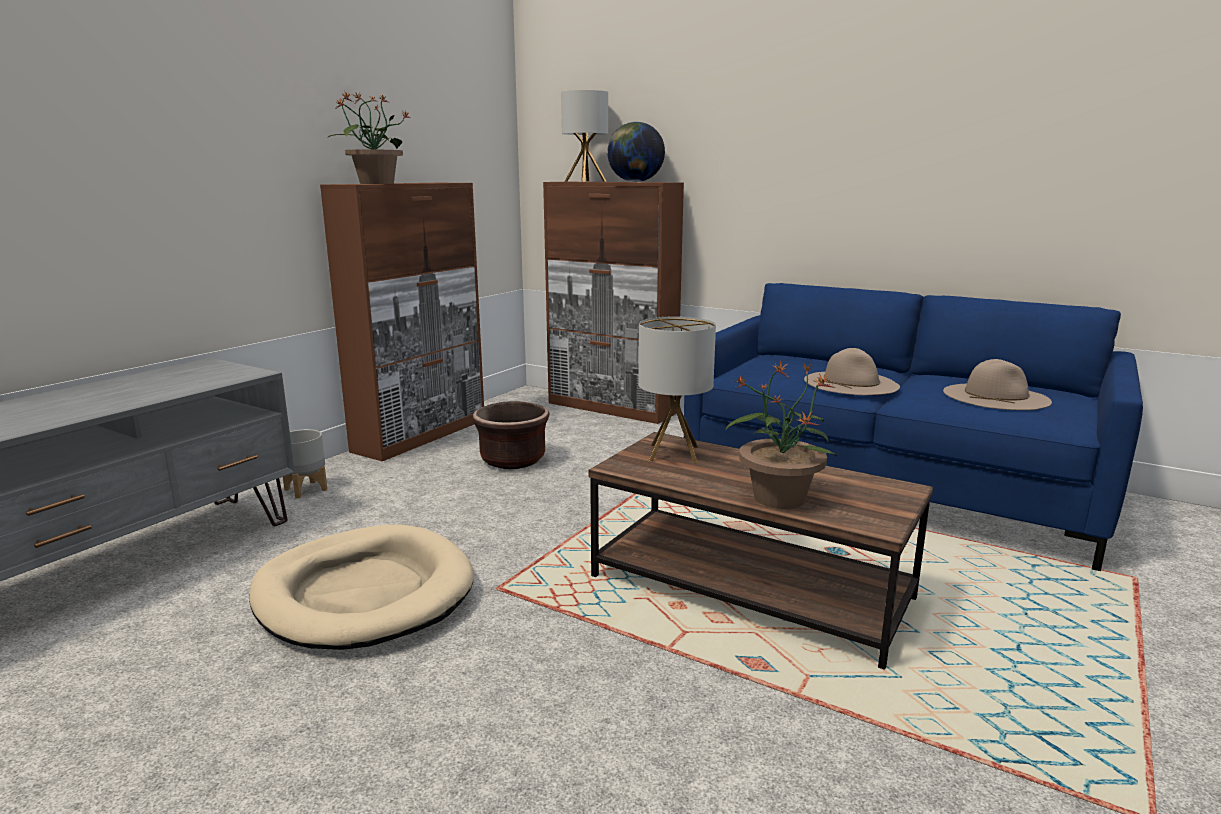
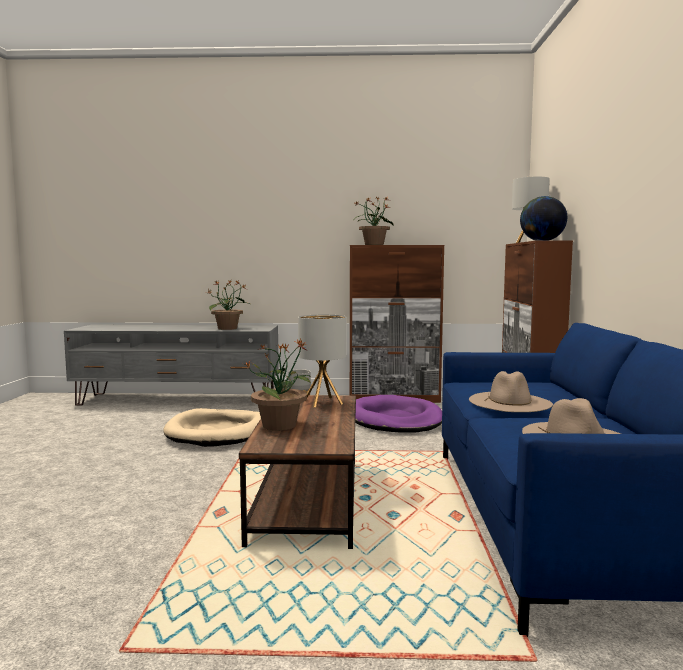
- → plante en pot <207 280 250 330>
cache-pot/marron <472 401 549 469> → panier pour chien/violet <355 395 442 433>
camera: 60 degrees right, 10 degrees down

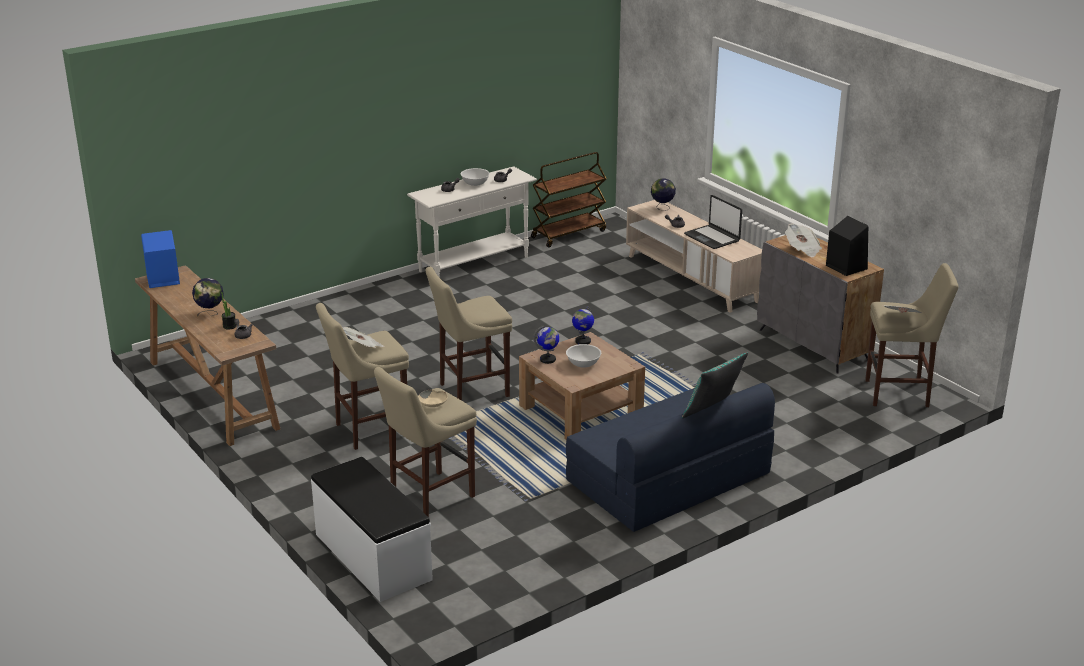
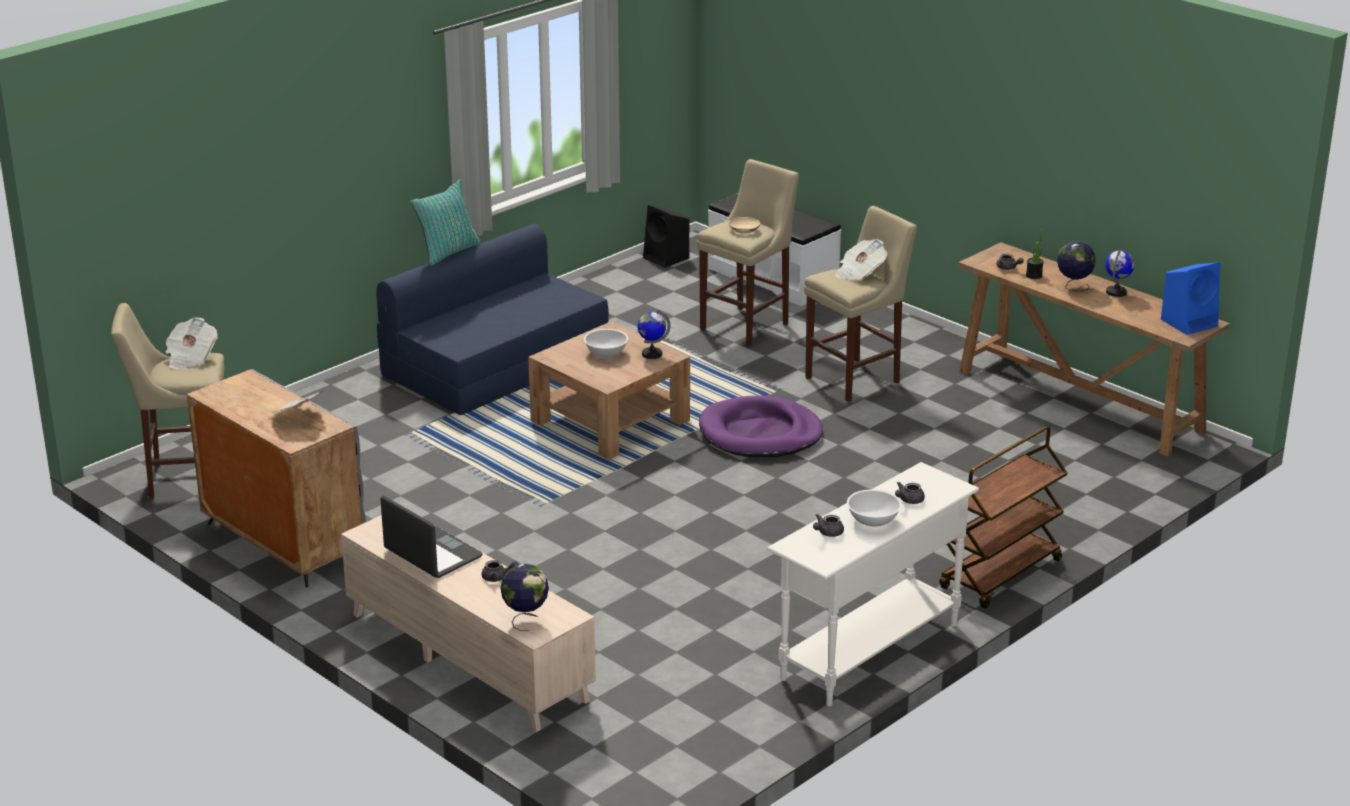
chariot/marron <531 152 607 247> → chariot/marron <940 426 1068 609>, shifted
globe <572 306 594 344> → globe <1105 250 1134 297>, shifted
enceinte/noir <826 216 868 276> → enceinte/noir <643 205 689 268>, shifted
tabouret/beige <426 267 512 401> → panier pour chien/violet <699 395 823 457>
camera: 170 degrees right, 0 degrees up

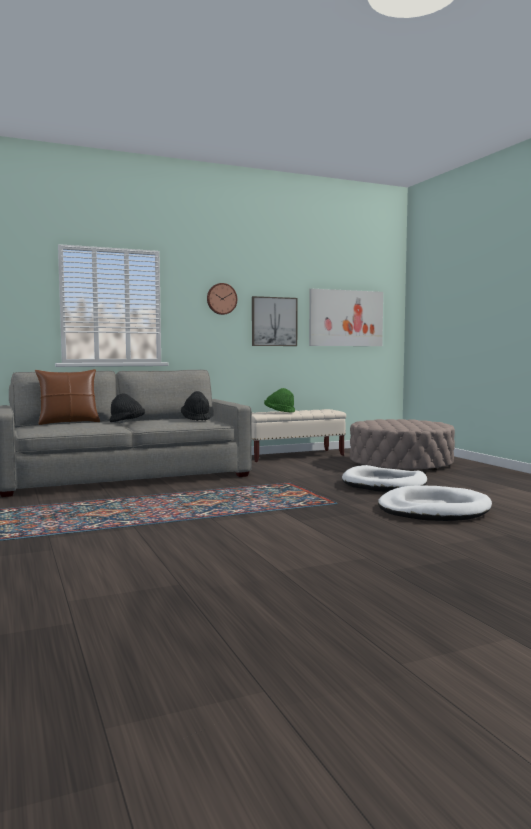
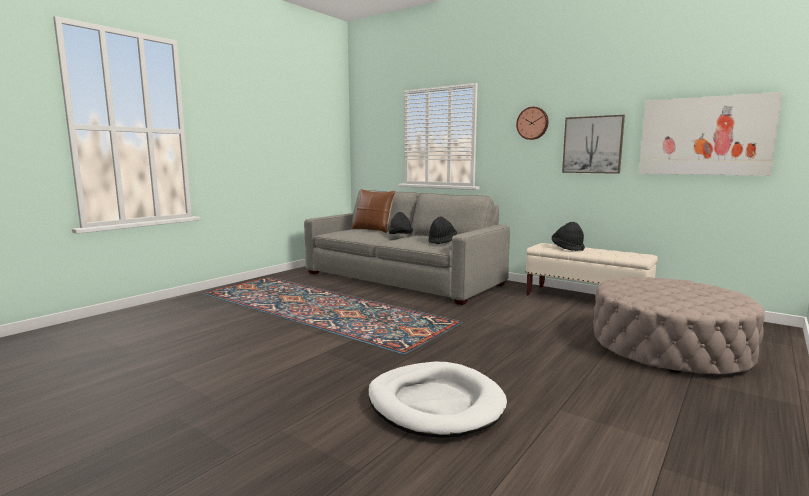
panier pour chien/blanc <342 465 427 492> → -
chapeau/vert <264 388 295 413> → chapeau/noir <552 222 585 251>
camera: 60 degrees right, 5 degrees up

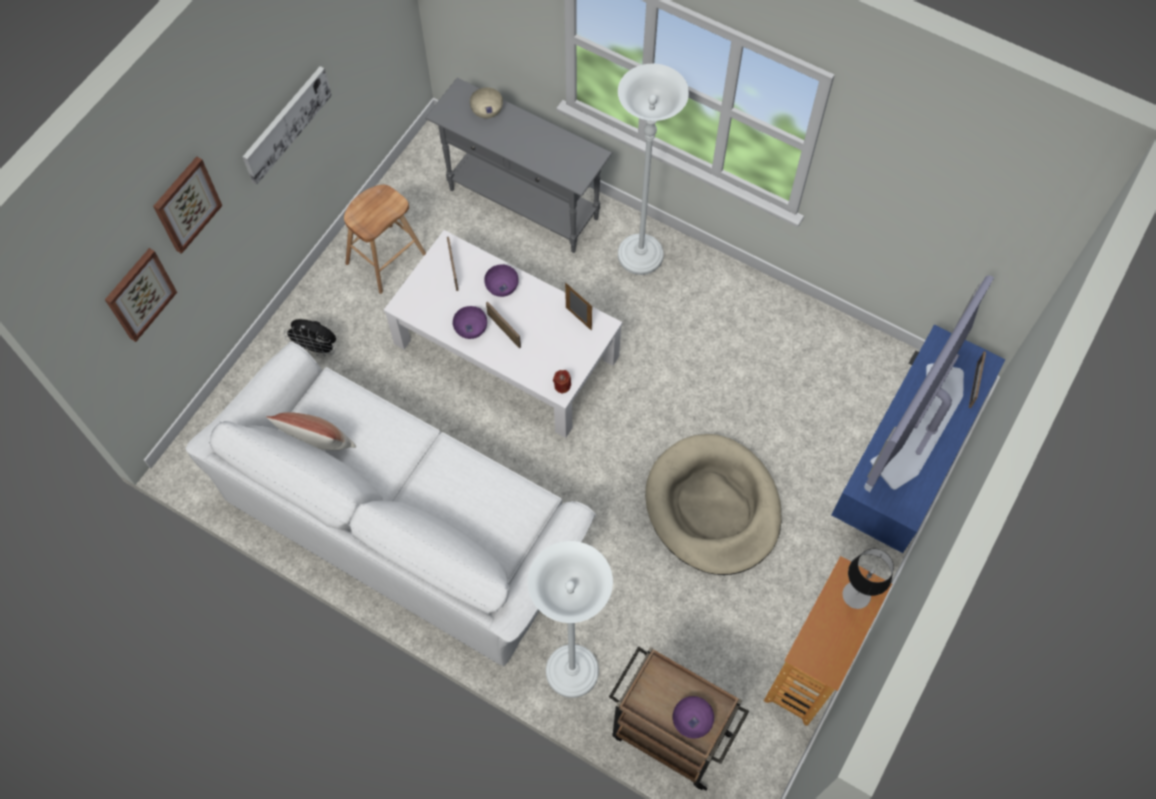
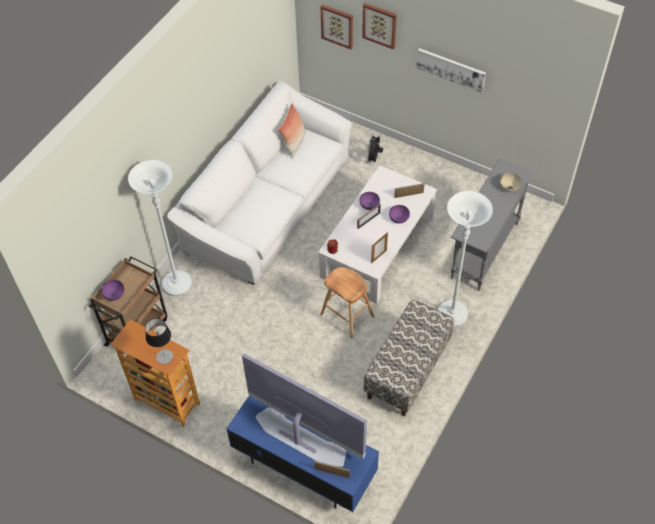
panier pour chien/beige <645 434 782 575> → -
- → banc <364 299 454 416>
tabouret/marron <344 185 426 294> → tabouret/marron <320 267 374 338>, shifted
camera: 90 degrees right, 10 degrees down

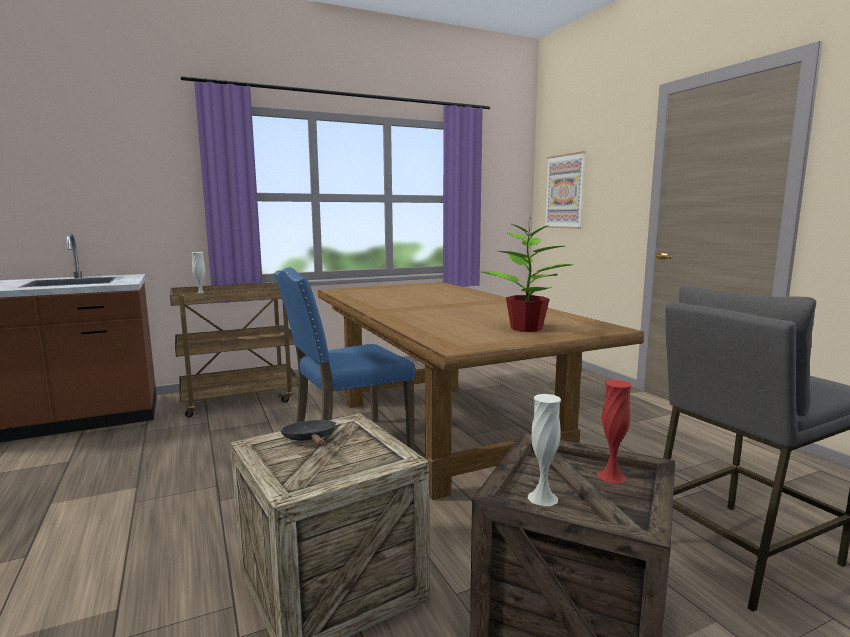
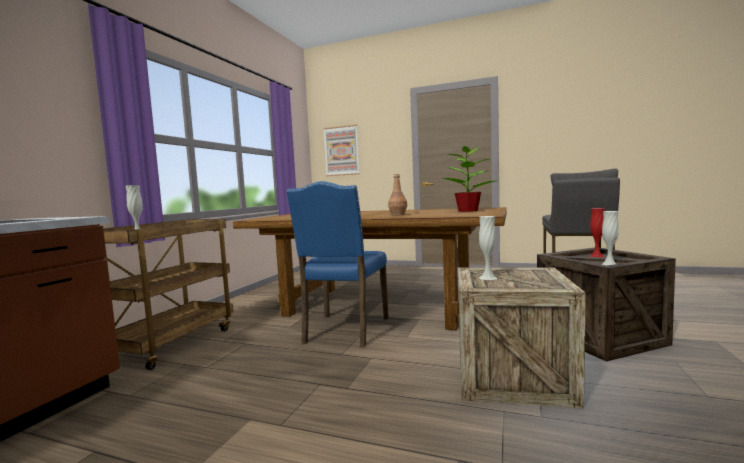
- → bouteille/marron <388 174 407 215>
poêle/noir <281 420 336 446> → vase/blanc <479 216 497 280>
camera: 45 degrees left, 5 degrees down

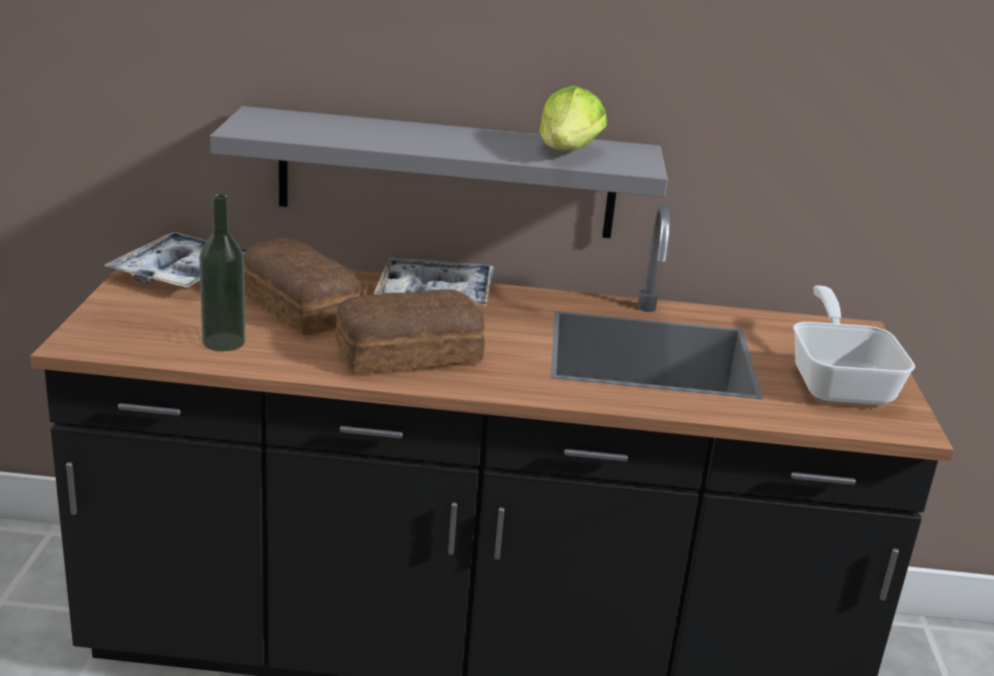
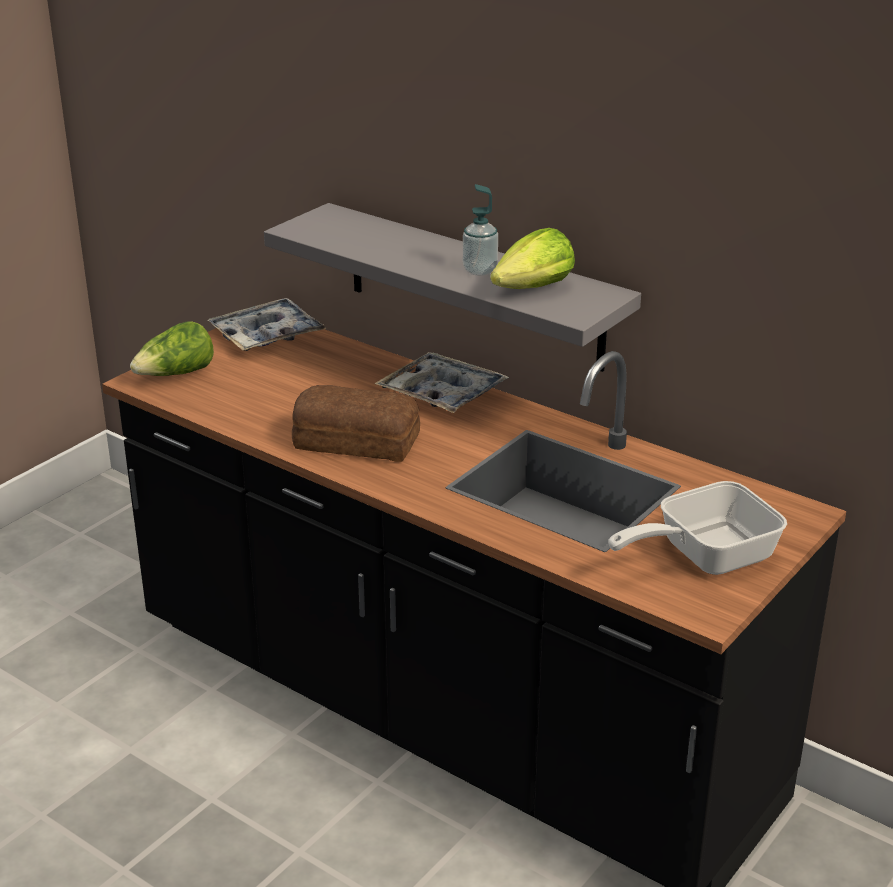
bouteille <199 194 245 351> → -
pain <243 238 361 335> → -
- → laitue <130 321 214 376>
- → distributeur de savon <463 184 498 276>
poêle <793 286 915 405> → poêle <609 481 787 575>, 150 degrees counterclockwise
camera: 35 degrees right, 5 degrees up

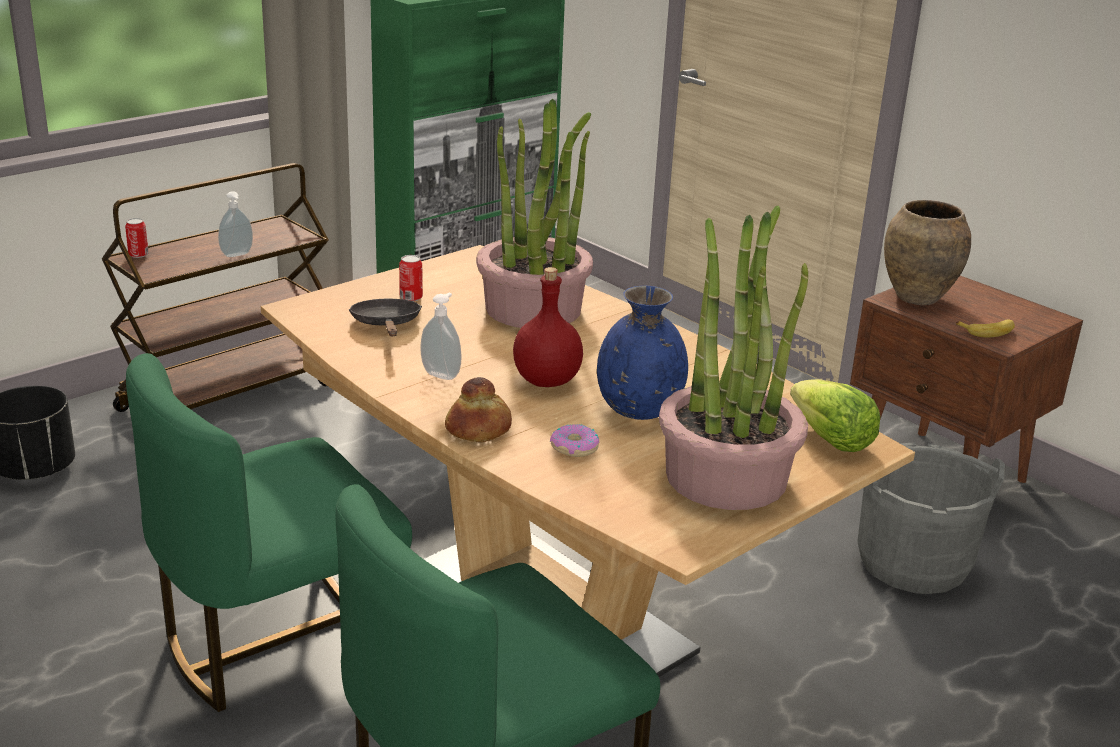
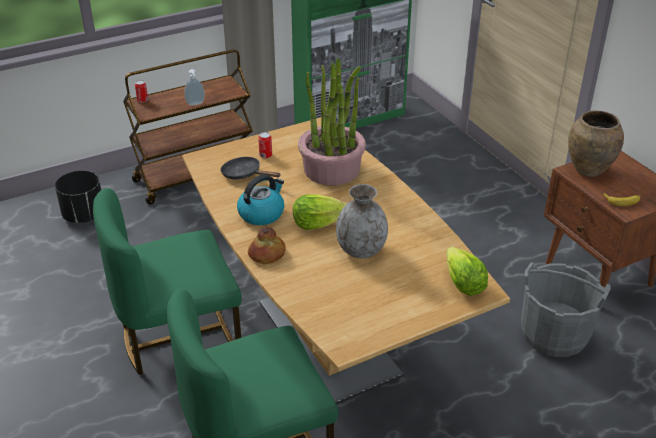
beignet <550 424 599 457> → -
plante en pot <659 205 808 510> → -
distributeur de savon <420 293 462 380> → bouilloire <237 174 284 225>
bouteille/rouge <513 267 583 387> → laitue <293 194 346 230>
vase/bleu <597 286 688 420> → vase/gris <336 184 388 258>
poêle/noir <349 299 422 336> → poêle/noir <221 157 281 180>, 60 degrees counterclockwise
camera: 15 degrees right, 10 degrees up

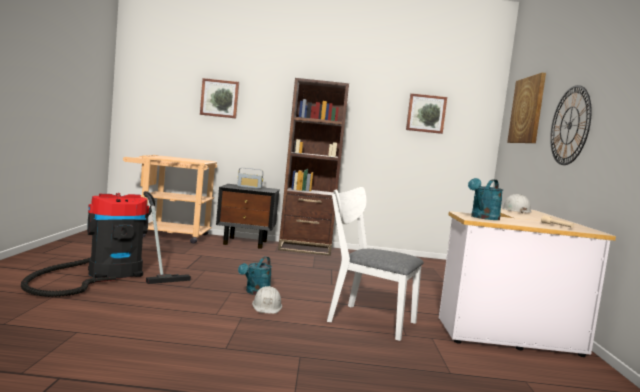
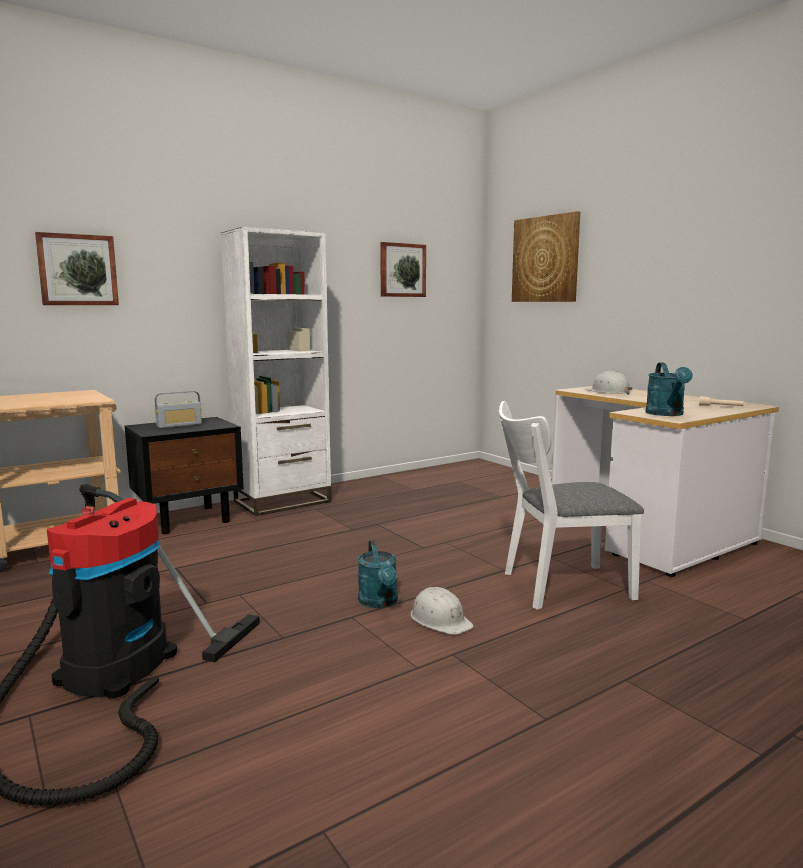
horloge murale <550 85 592 165> → -
bibliothèque/marron <278 78 349 256> → bibliothèque/blanc <220 227 332 516>
camera: 35 degrees left, 5 degrees up

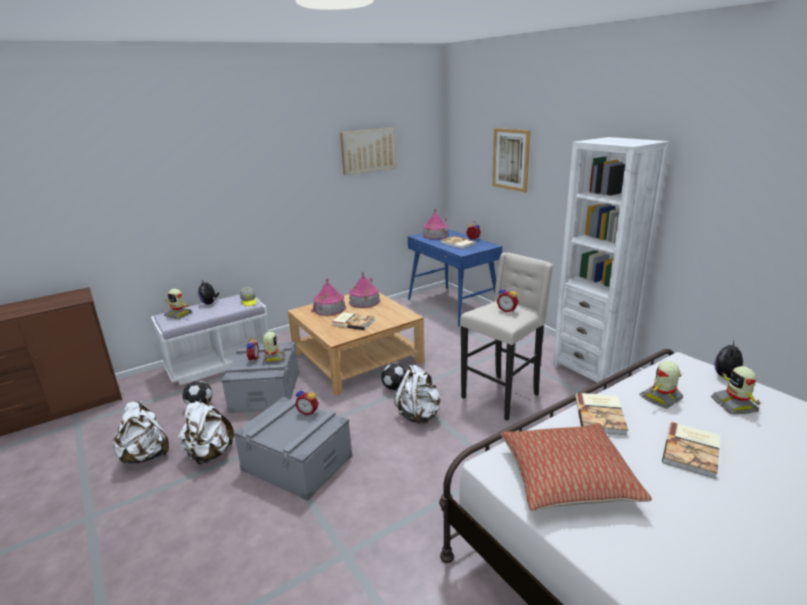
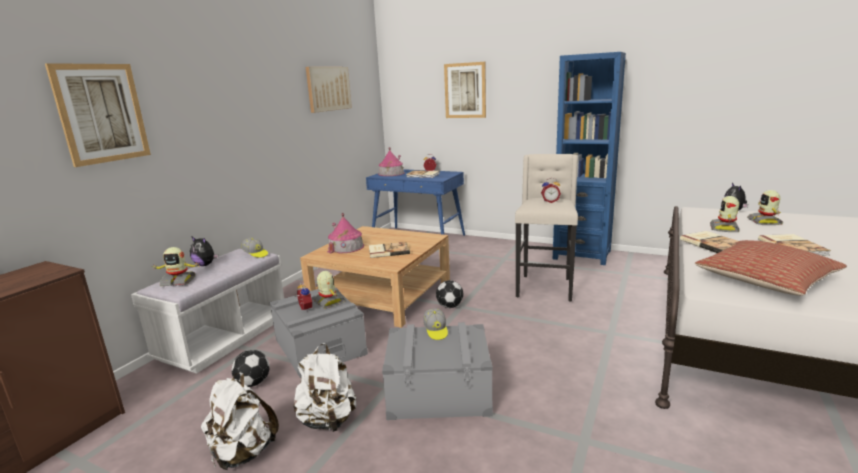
maison miniature <349 272 380 308> → -
sac à dos/blanc <394 365 441 424> → -
- → tableau <45 63 151 167>
réveil <295 388 319 415> → casquette <423 308 448 340>
bibliothèque/blanc <553 137 670 390> → bibliothèque/bleu <553 52 626 265>
robot jouet <711 366 761 414> → robot jouet <747 190 783 225>, 45 degrees clockwise
camera: 30 degrees left, 5 degrees down

